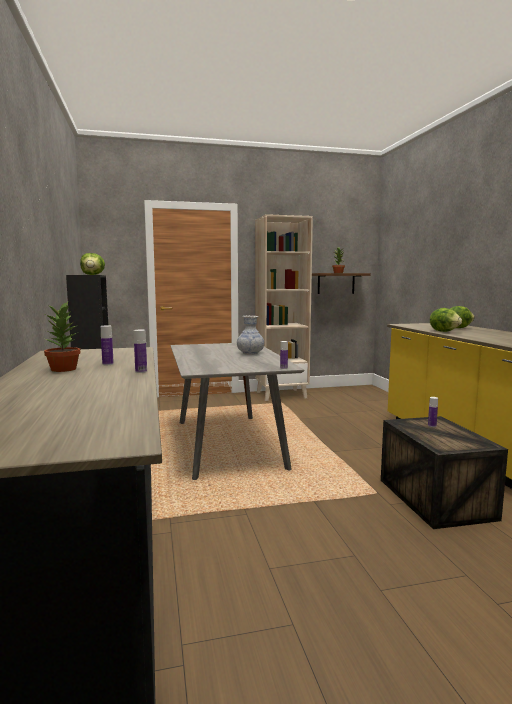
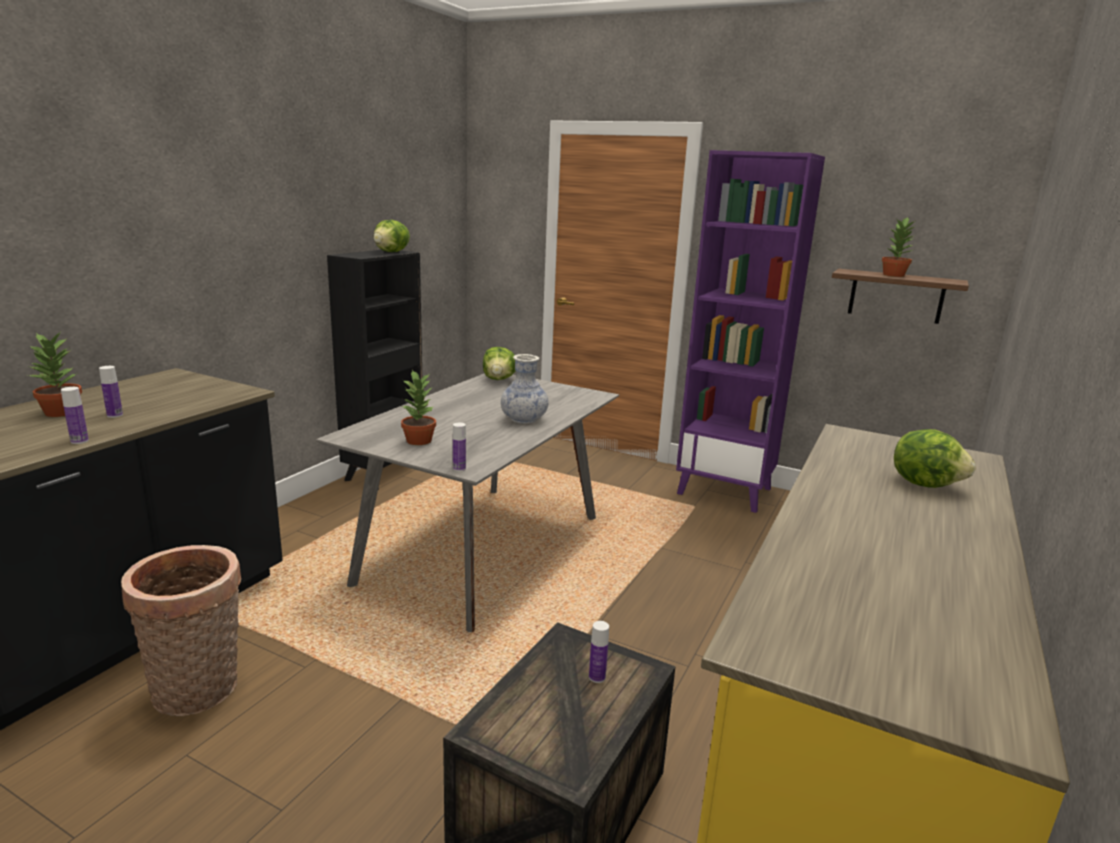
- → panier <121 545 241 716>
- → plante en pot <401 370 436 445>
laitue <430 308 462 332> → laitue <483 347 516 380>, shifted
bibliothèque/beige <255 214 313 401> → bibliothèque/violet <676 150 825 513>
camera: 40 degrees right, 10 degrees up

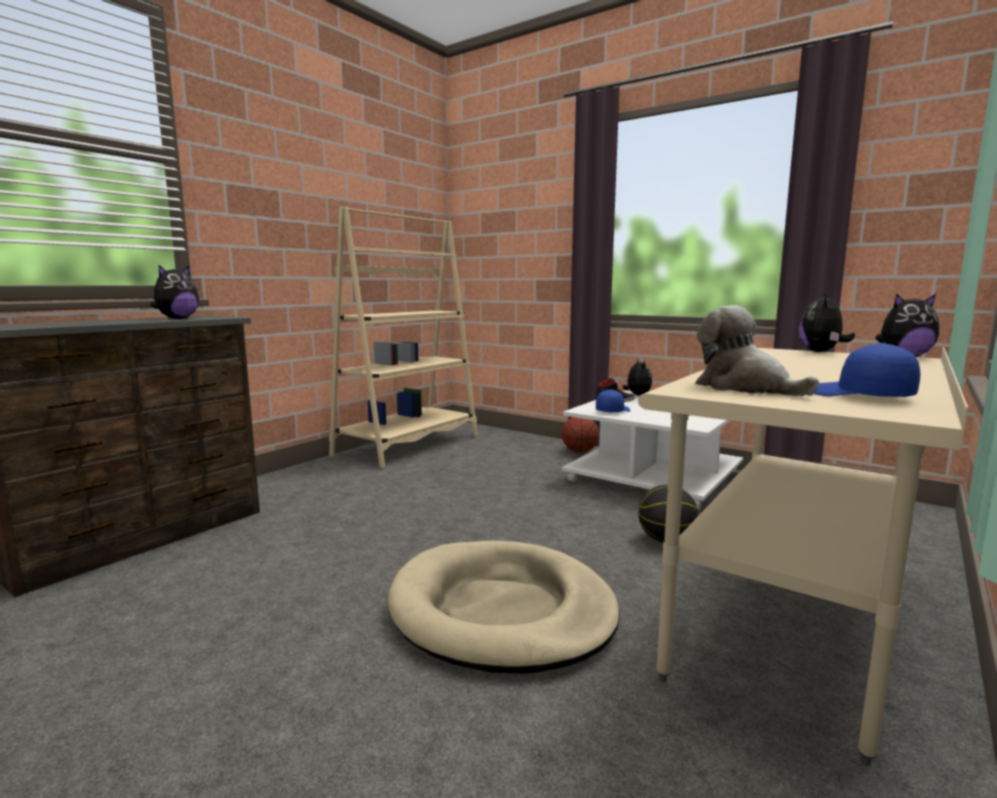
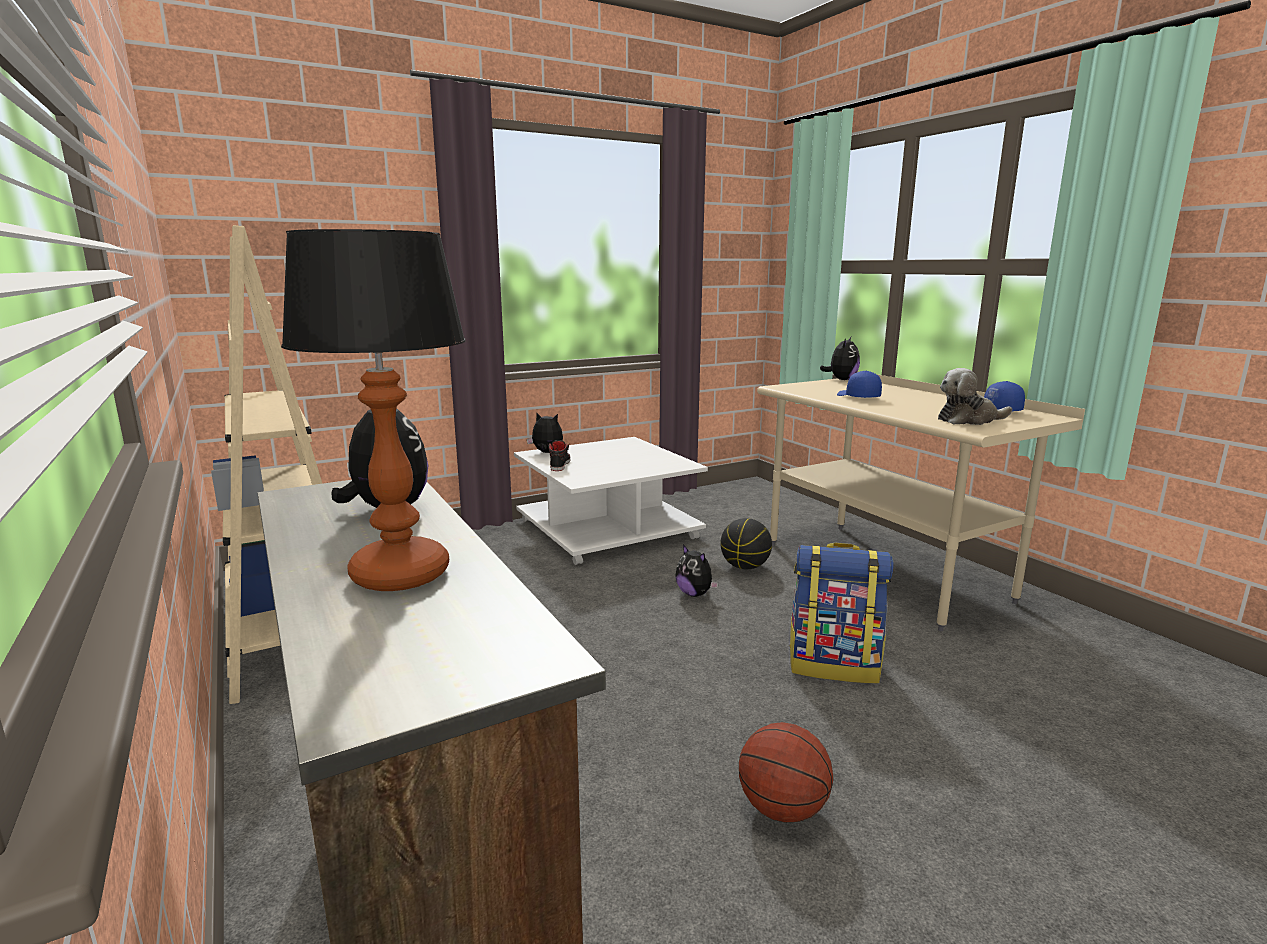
- → lampe de table <281 229 466 591>
ballon de basket <562 417 599 453> → ballon de basket <739 722 833 823>, shifted
casquette/bleu <596 389 631 412> → casquette/bleu <837 371 882 398>, shifted
peluche <799 293 855 352> → peluche <675 545 719 597>, shifted
panier pour chien/beige <388 541 620 674> → sac à dos <789 543 894 683>
camera: 65 degrees left, 5 degrees up

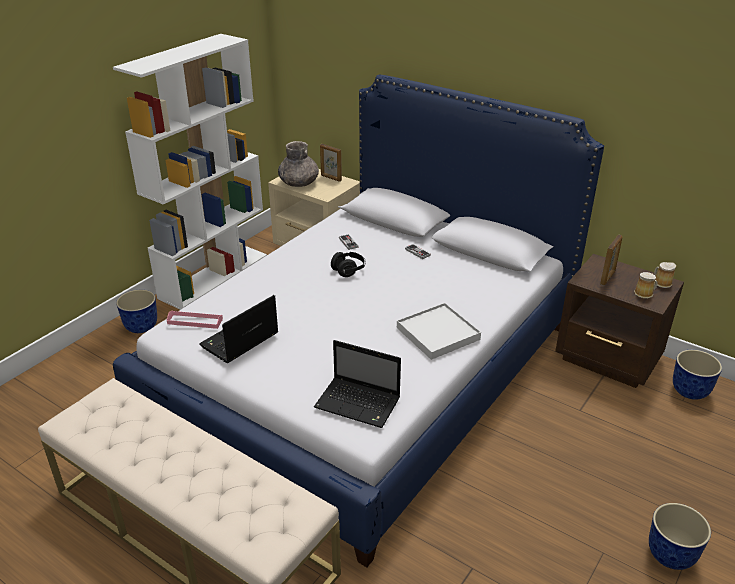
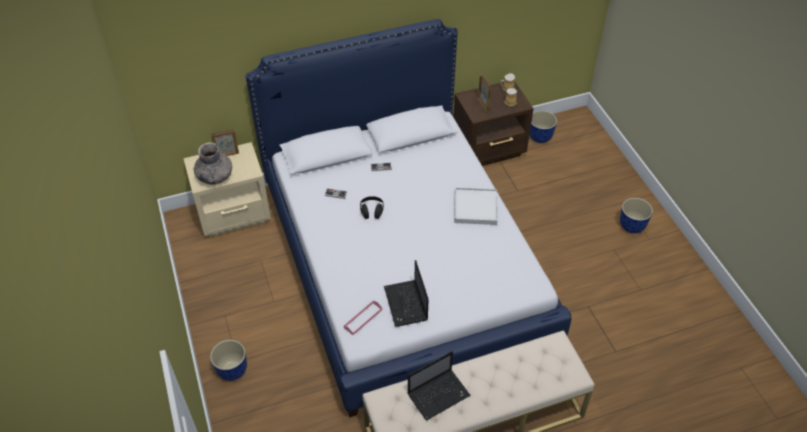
bibliothèque/blanc <113 34 267 310> → -
ordinateur portable <314 340 401 428> → ordinateur portable <407 351 471 421>, shifted
camera: 55 degrees left, 15 degrees up

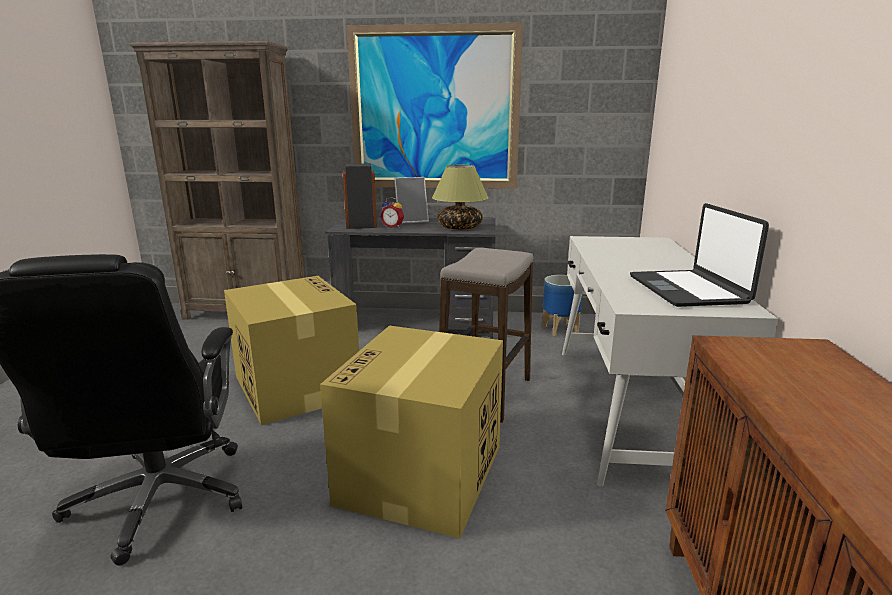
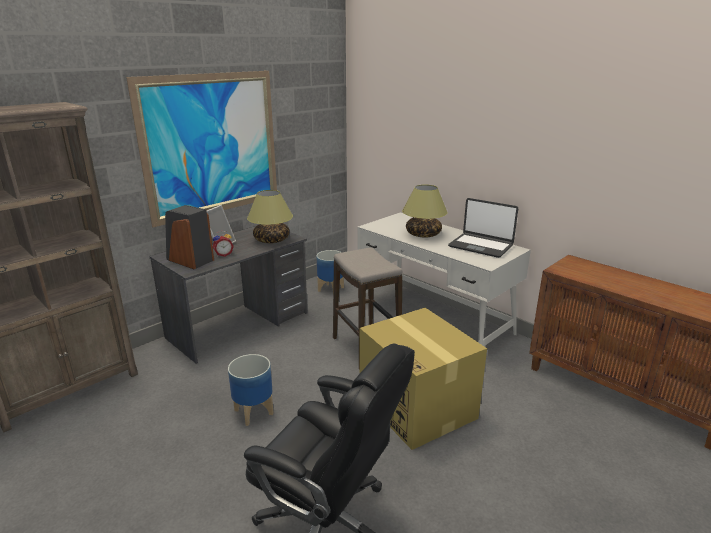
- → lampe de table <402 185 448 238>
carton <224 276 359 425> → cache-pot <228 354 274 426>
camera: 50 degrees left, 5 degrees up

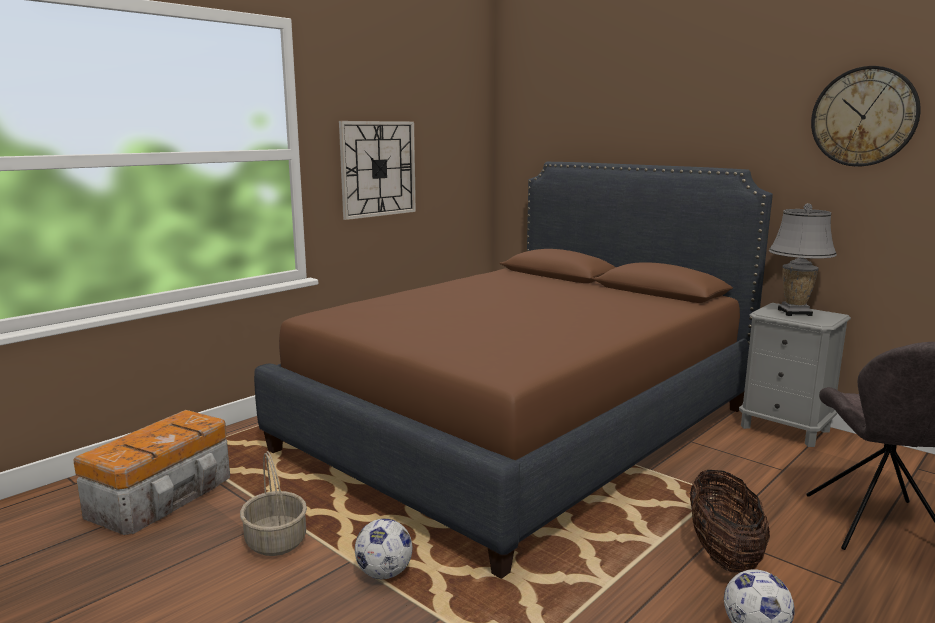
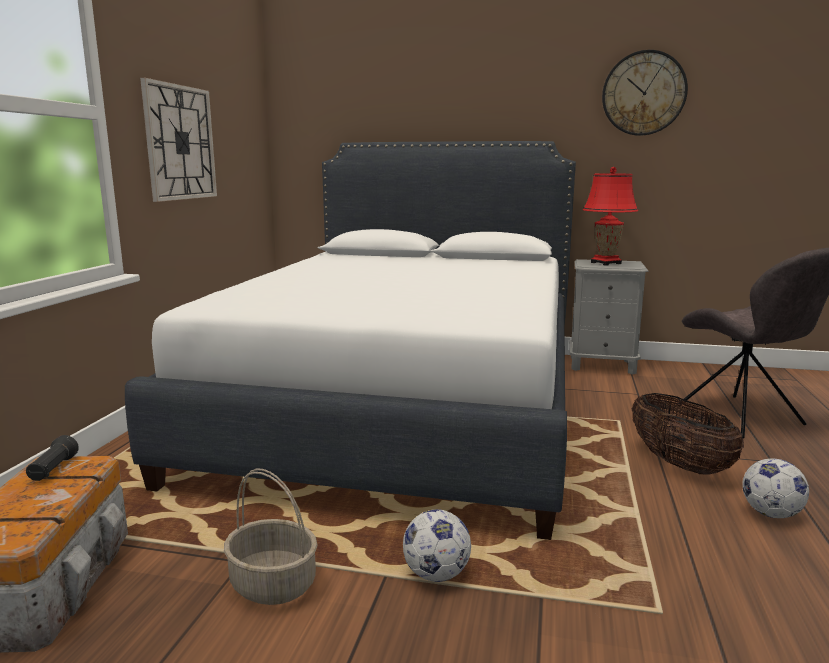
- → lampe de poche/noir <26 435 79 481>
lit/marron <254 162 773 579> → lit/blanc <125 141 576 540>
lampe de table/gris <769 203 837 316> → lampe de table/rouge <583 167 638 266>
camera: 30 degrees left, 0 degrees up

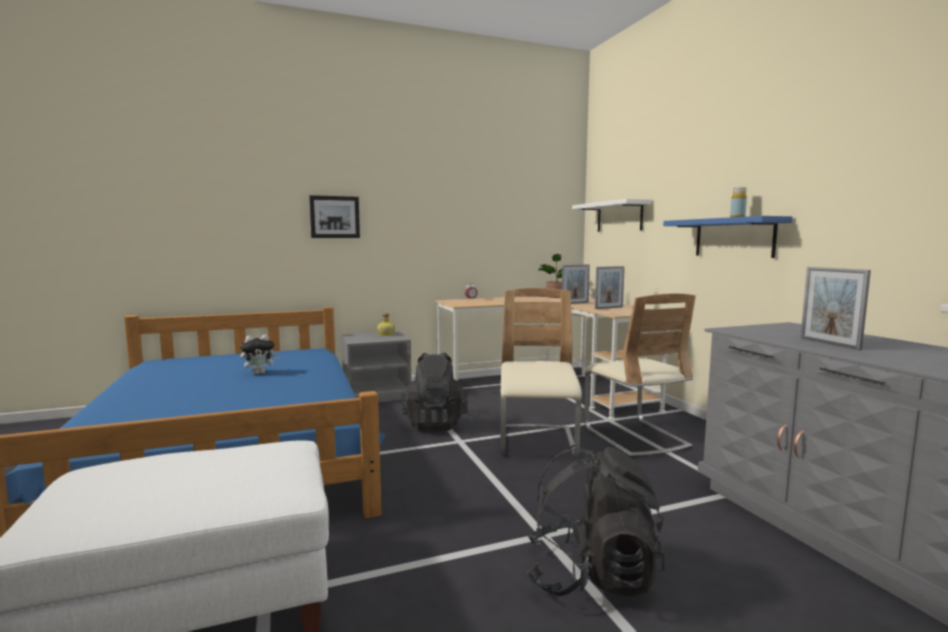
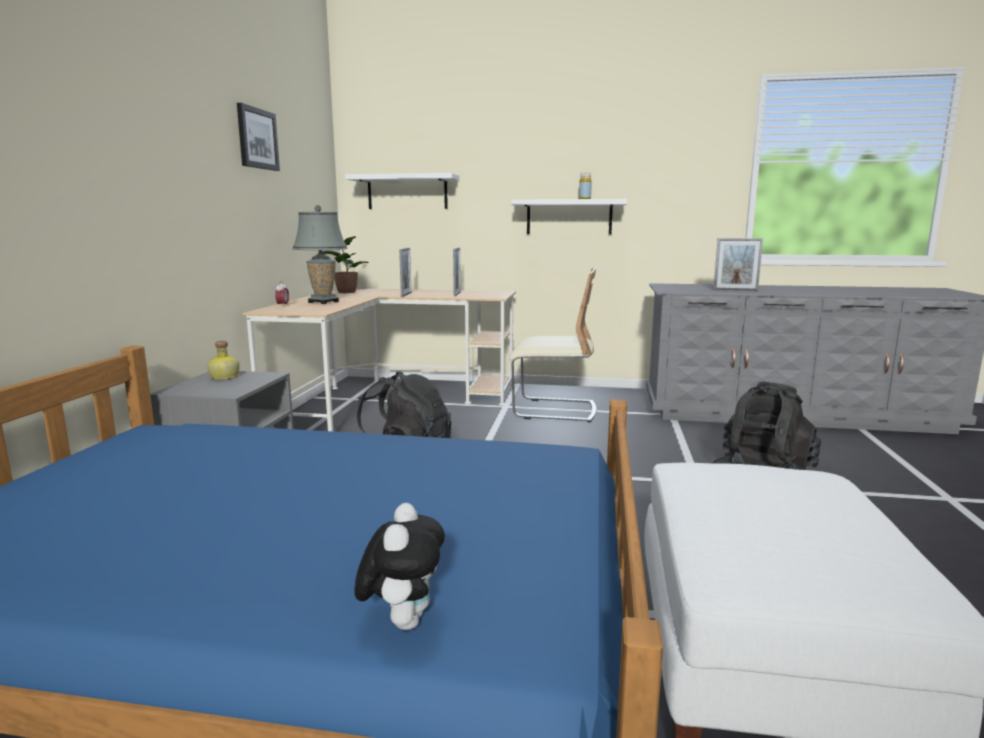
chaise/beige <500 288 582 456> → -
- → lampe de table/gris <292 205 348 304>
peluche <240 335 280 375> → peluche <354 503 445 630>, shifted
tableau <309 195 360 238> → tableau <237 103 280 171>, shifted
étagère/bleu <663 216 792 258> → étagère/blanc <511 199 627 234>
camera: 60 degrees left, 5 degrees up

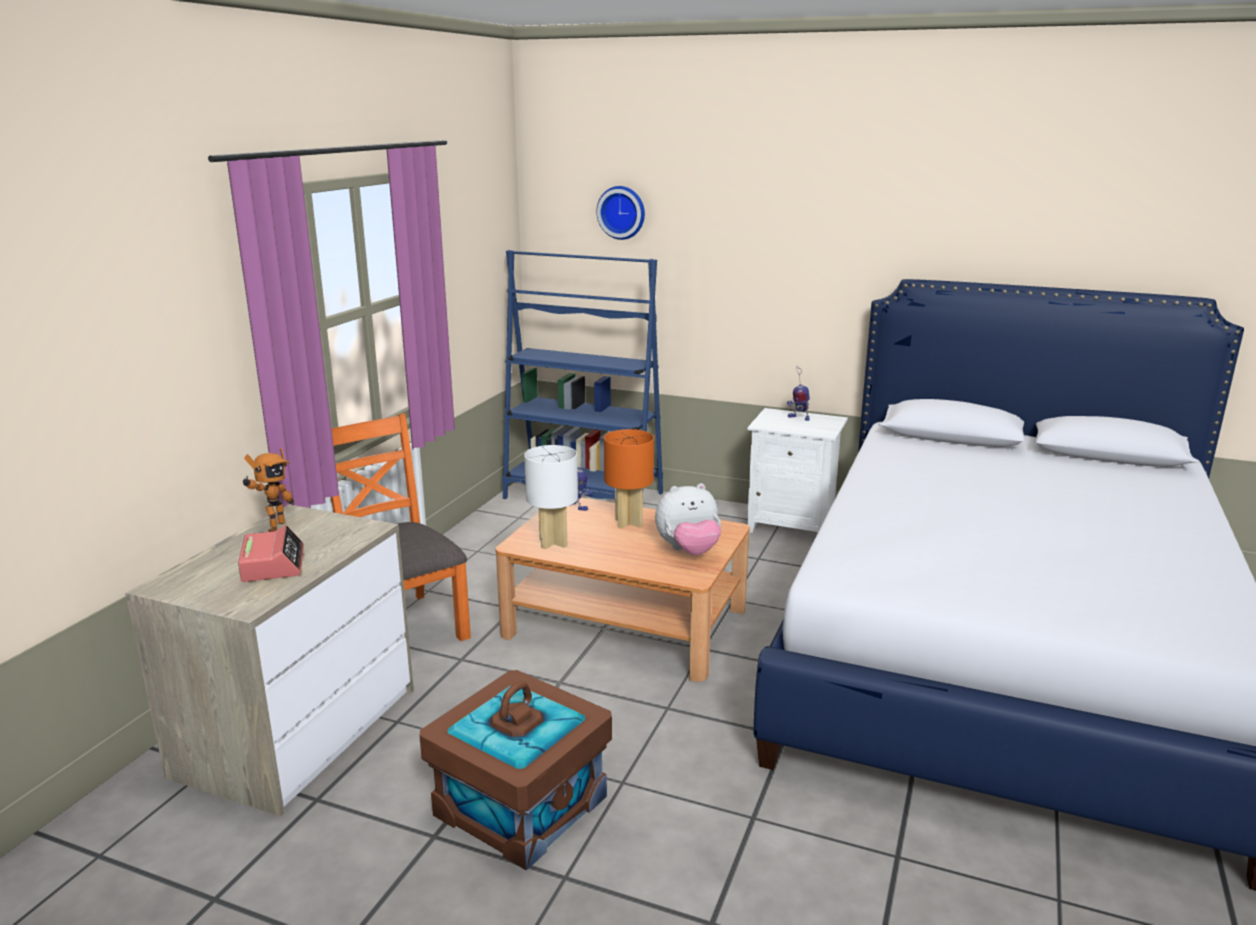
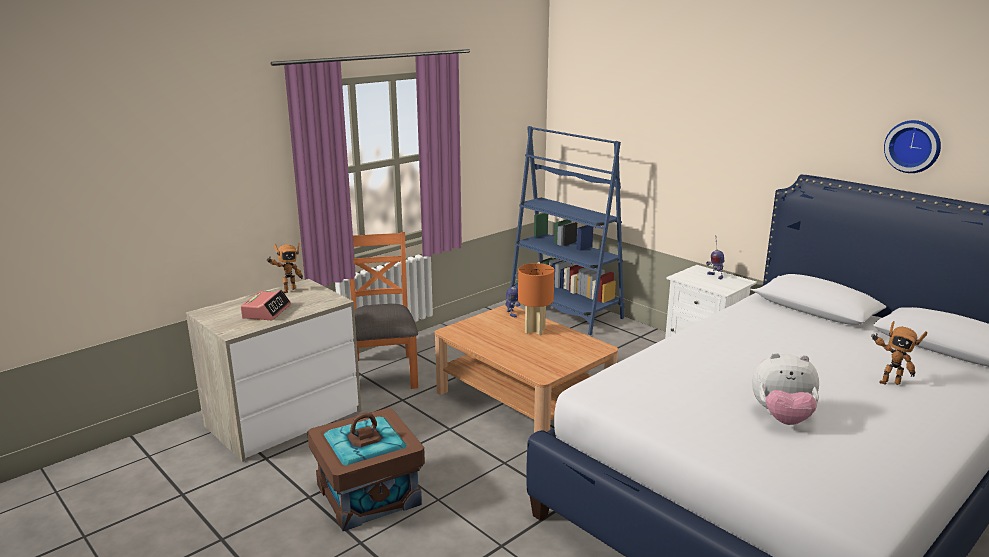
lampe de table/blanc <524 445 578 549> → -
- → robot jouet <872 321 927 385>
horloge murale <597 186 645 240> → horloge murale <884 120 941 173>, shifted
peluche <655 483 721 555> → peluche <752 353 819 425>, shifted
camera: 25 degrees right, 0 degrees up

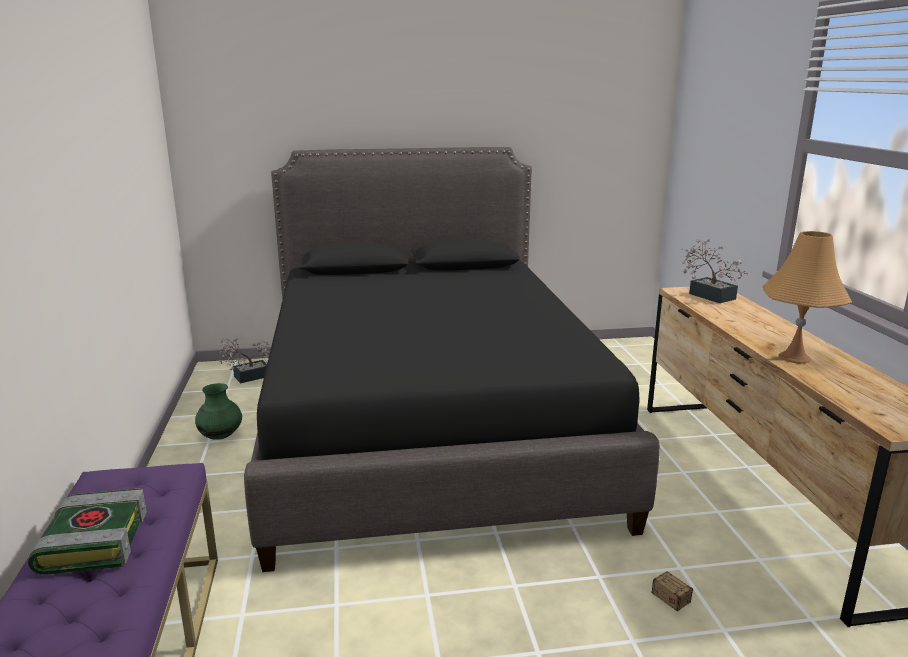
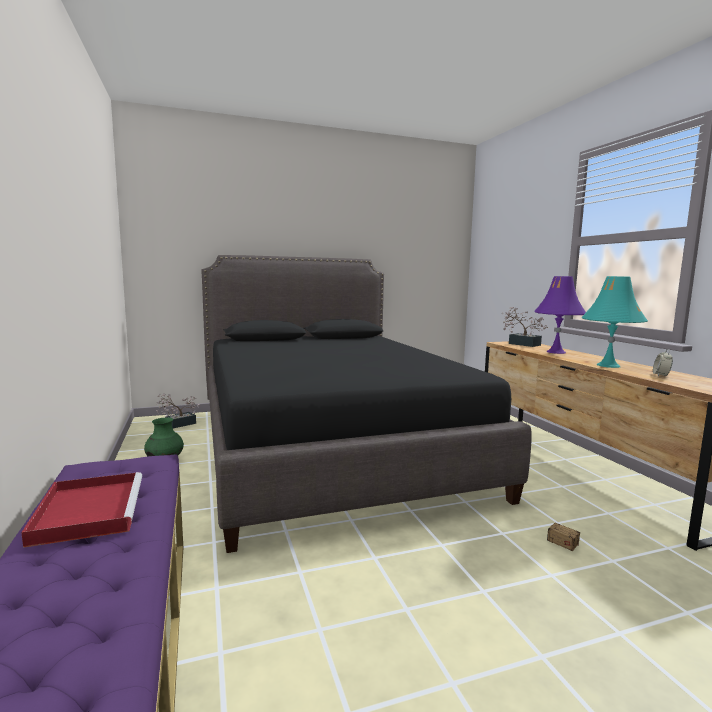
- → lampe de table/violet <535 276 586 354>
- → réveil <653 349 673 376>
livre <28 488 147 575> → plateau/rouge <21 472 142 548>
lampe de table/orange <762 231 852 364> → lampe de table/turquoise <581 276 648 368>
camera: 10 degrees left, 10 degrees down

